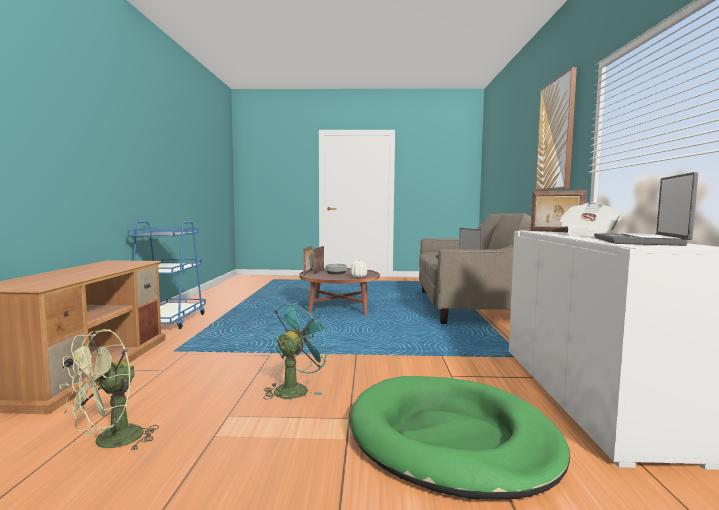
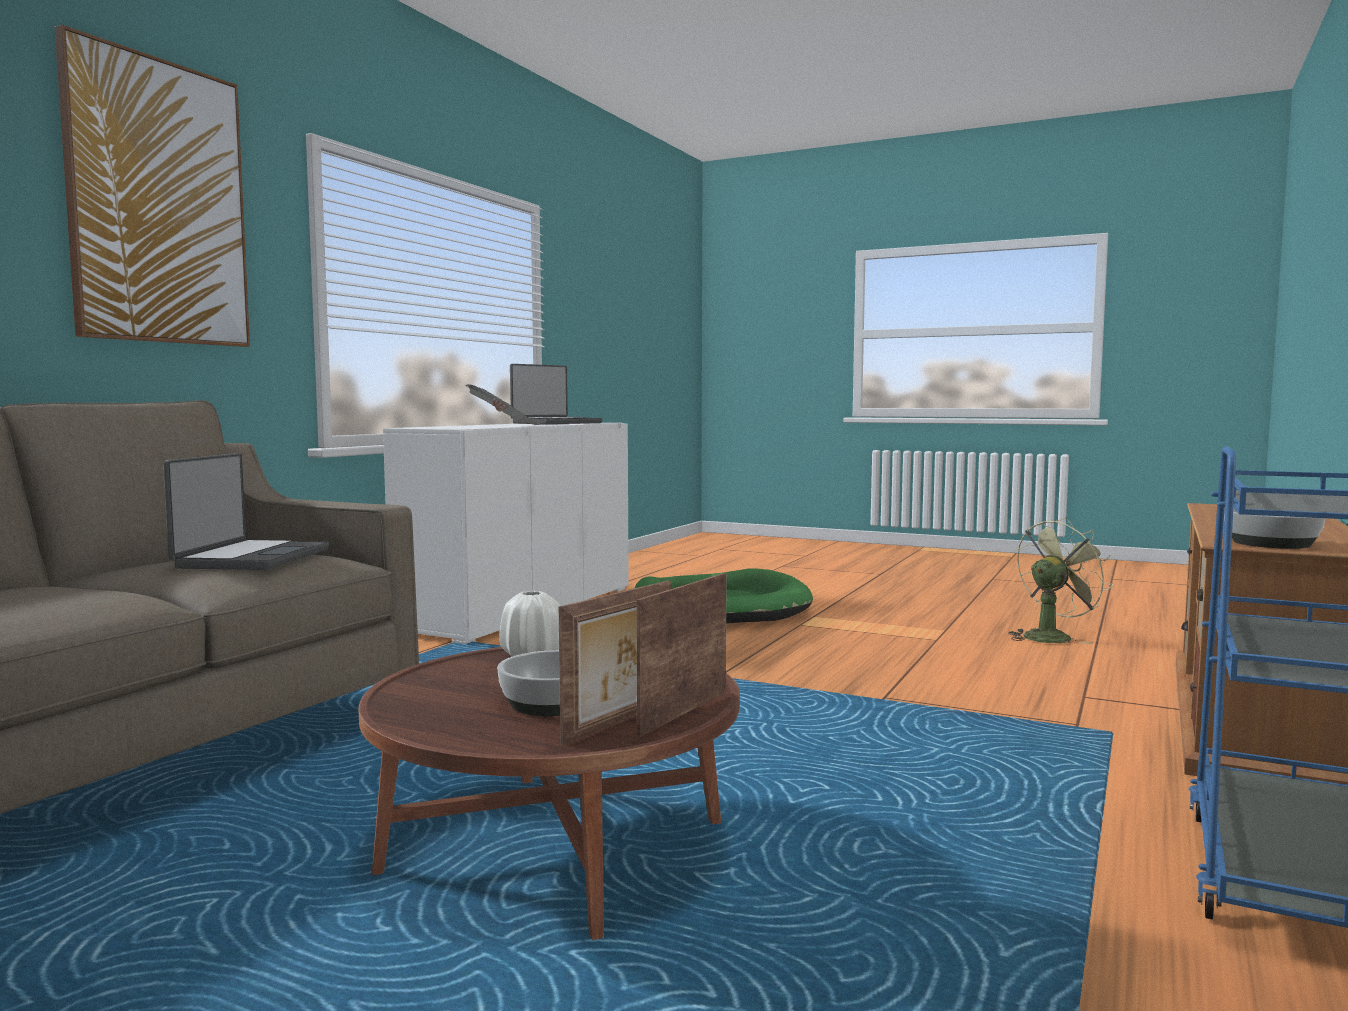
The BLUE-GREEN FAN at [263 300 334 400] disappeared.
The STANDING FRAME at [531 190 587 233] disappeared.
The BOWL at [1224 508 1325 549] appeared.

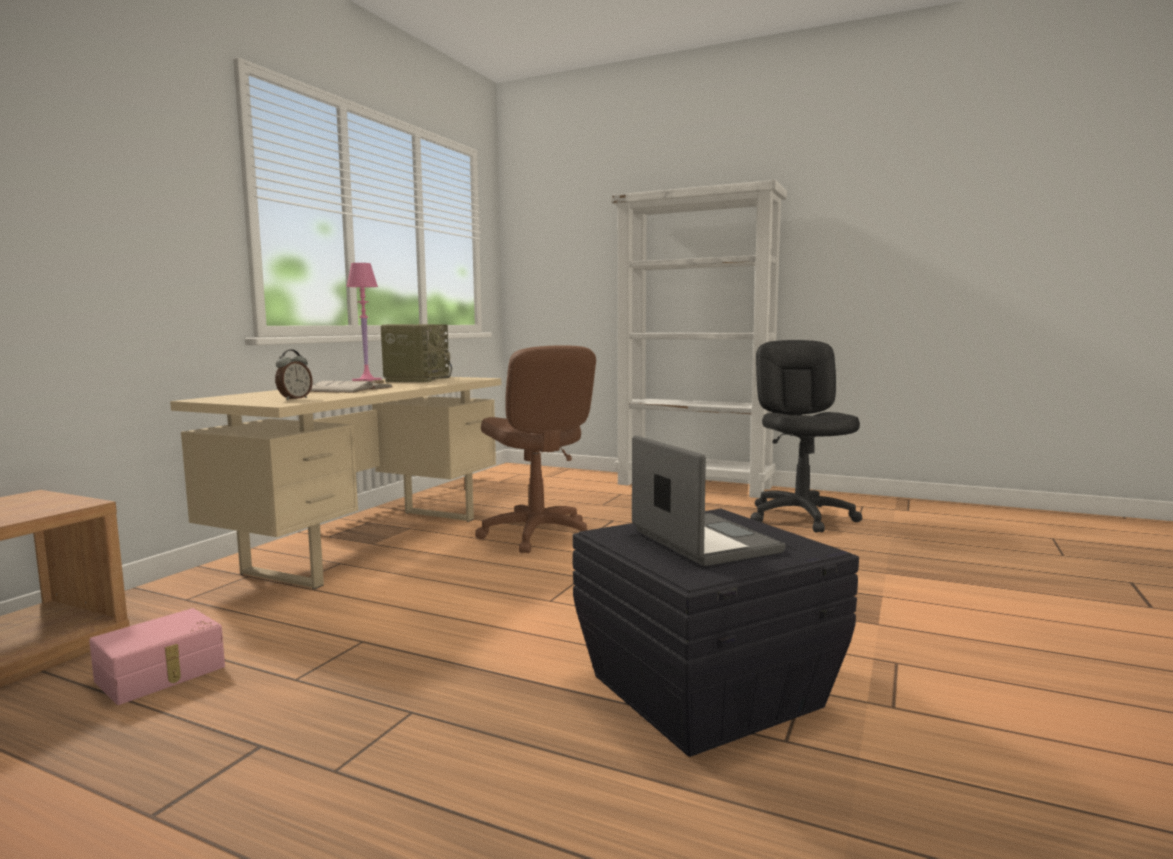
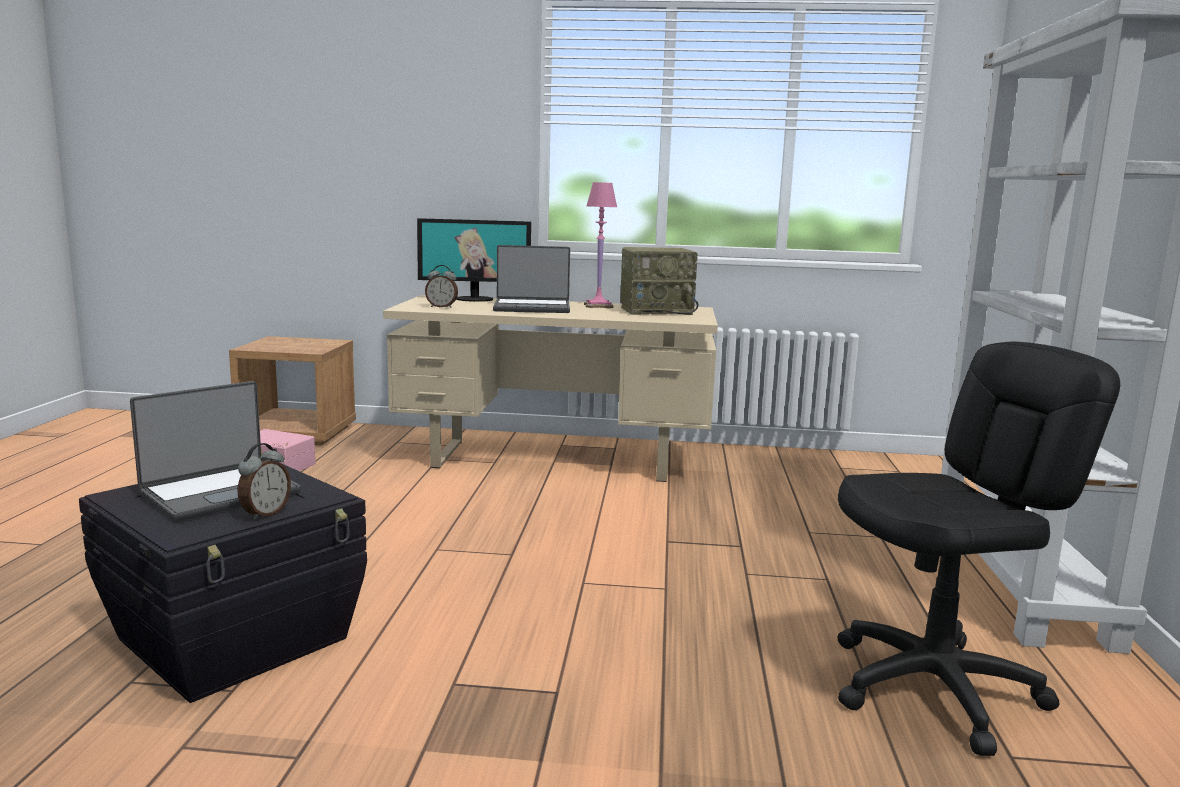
The WHITE BOOK at [310 381 392 393] was replaced by the NOTEBOOK COMPUTER at [493 245 570 313].
The BROWNISH OFFICE CHAIR at [475 345 596 553] disappeared.
The ALARM CLOCK at [238 443 291 520] appeared.
The COMPUTER DISPLAY at [417 218 531 302] appeared.

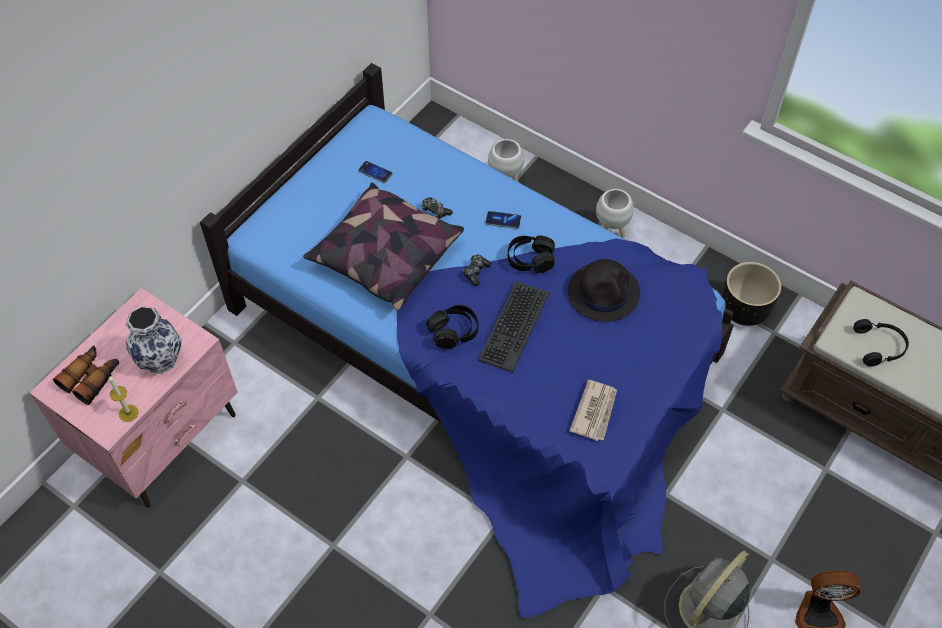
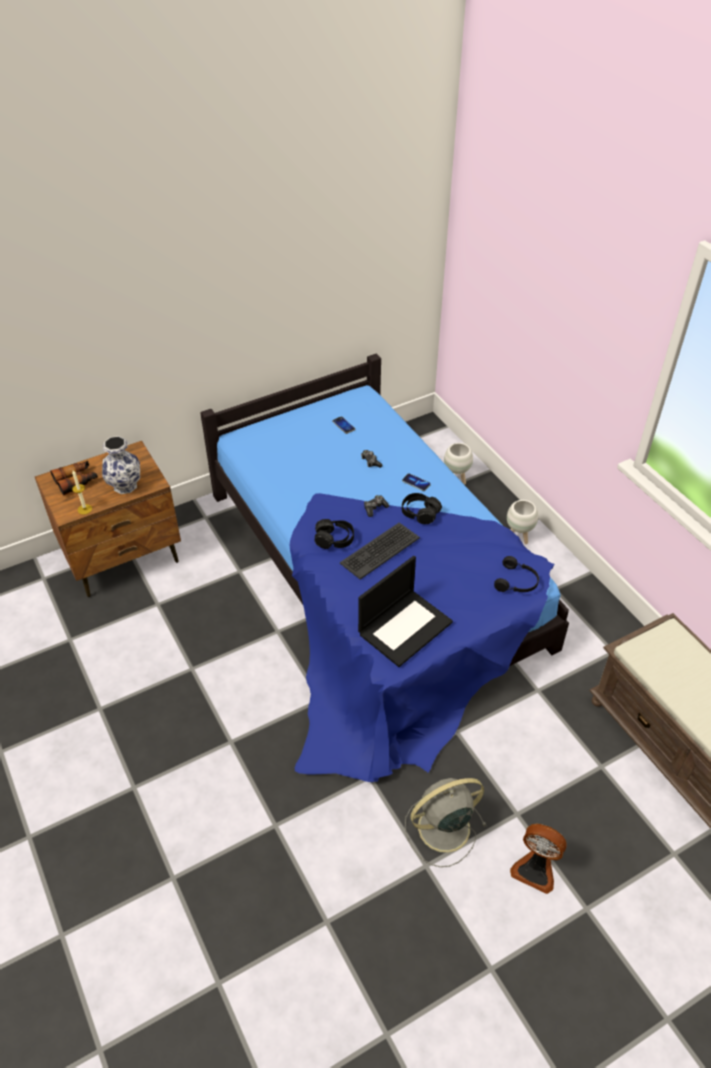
The PINKISH BEDSIDE TABLE at [29 288 238 508] became the BROWNISH BEDSIDE TABLE at [35 441 181 597].
The THROW PILLOW at [303 182 464 311] disappeared.
The BLACK-COLOURED WEARABLE HAT at [568 259 640 322] disappeared.
The PRINTED PAPER at [569 380 617 441] was replaced by the NOTEBOOK COMPUTER at [358 556 453 667].
The BLACK-COLOURED FLOWER POT at [722 262 781 326] disappeared.
The BLACK-COLOURED HEADPHONES moved from [853 319 909 367] to [494 556 539 592].

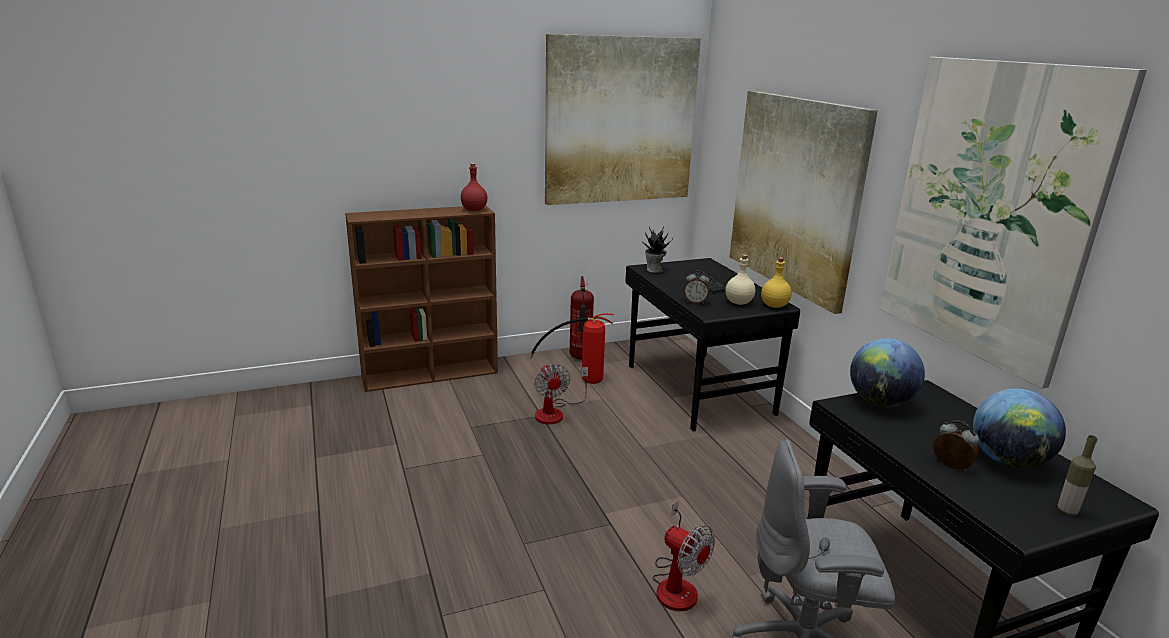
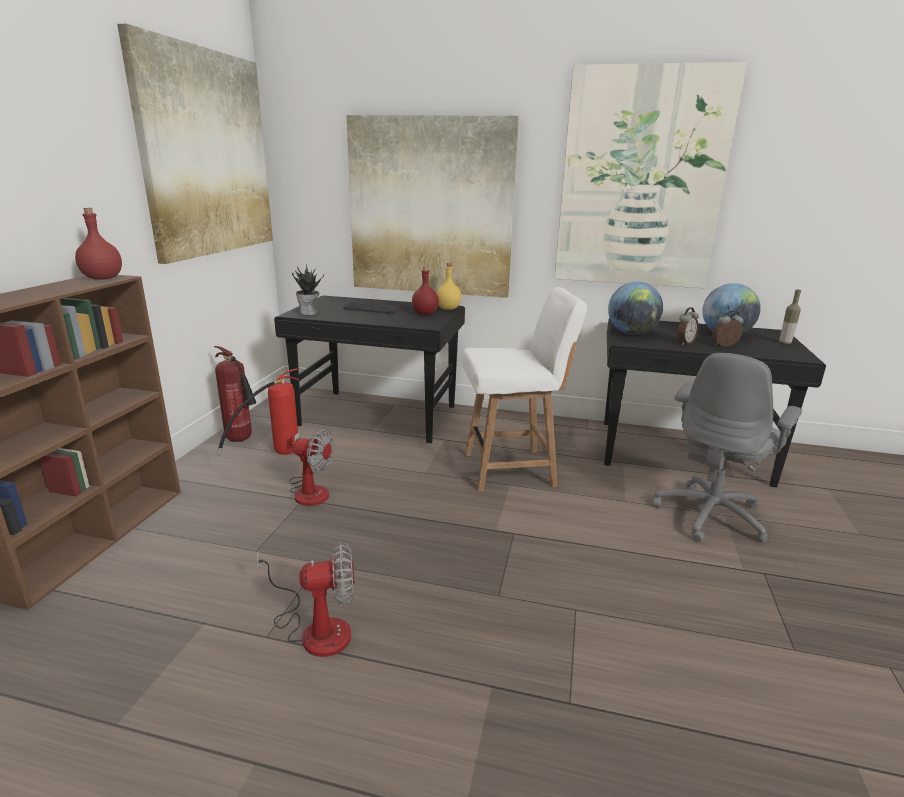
The FAN moved from [653 500 715 611] to [256 542 355 657].
The ALARM CLOCK moved from [684 270 710 304] to [678 307 699 345].
The SAND-COLOURED BOTTLE at [726 254 755 305] became the RED-COLOURED BOTTLE at [412 266 439 315].
The WHITE UPRIGHT CHAIR at [462 287 587 492] appeared.

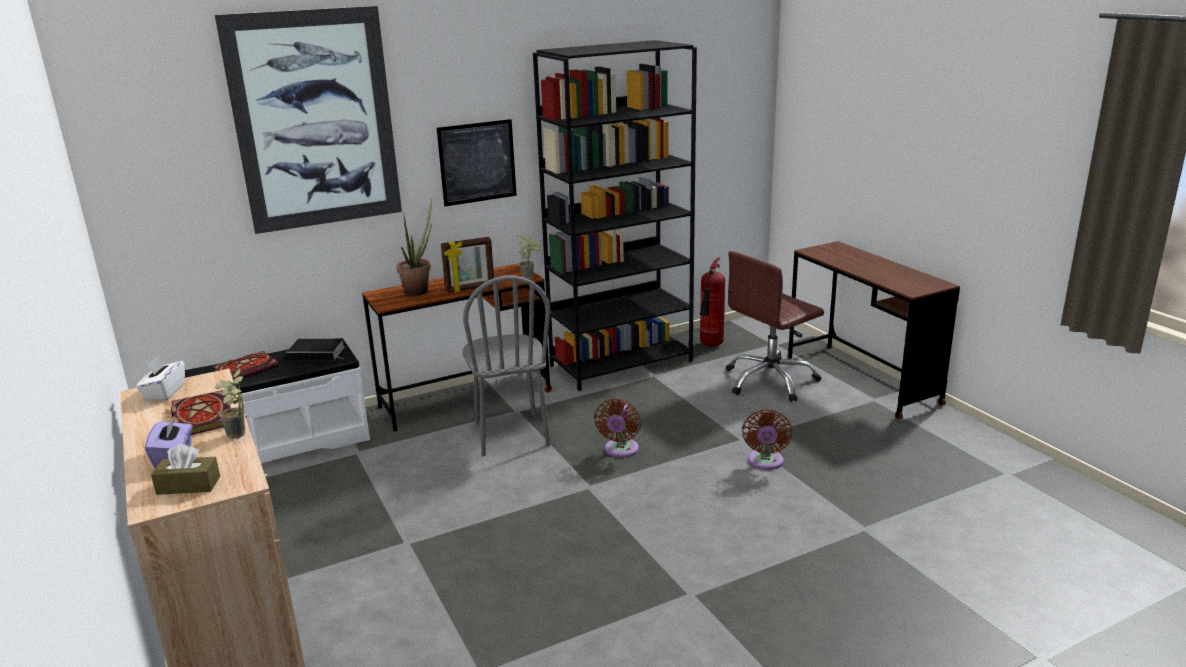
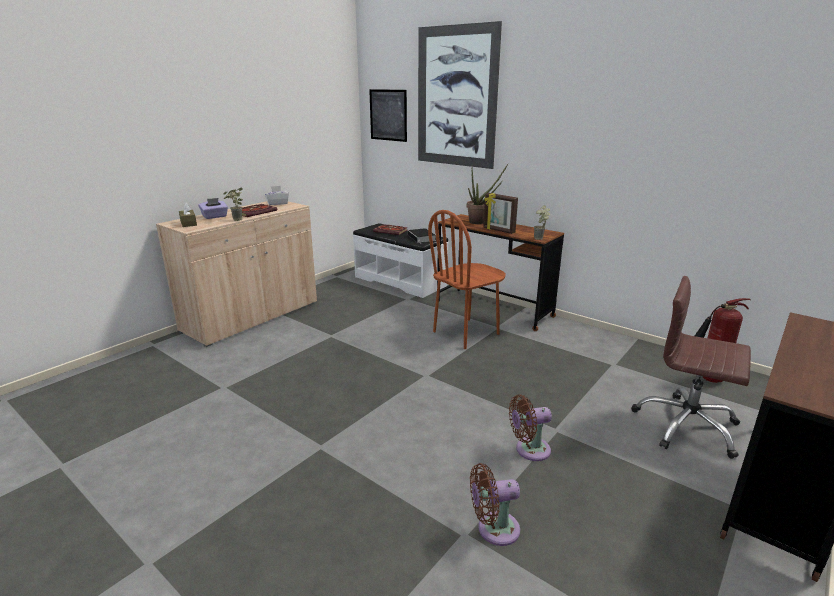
The PICTURE moved from [437 119 517 206] to [369 89 407 142].
The GRAY UPRIGHT CHAIR at [462 275 551 456] became the BROWNISH UPRIGHT CHAIR at [428 210 506 349].
The BLACK-COLOURED SHELVING UNIT at [533 40 697 391] disappeared.
The BROWNISH FAN moved from [594 398 641 458] to [470 463 520 546].

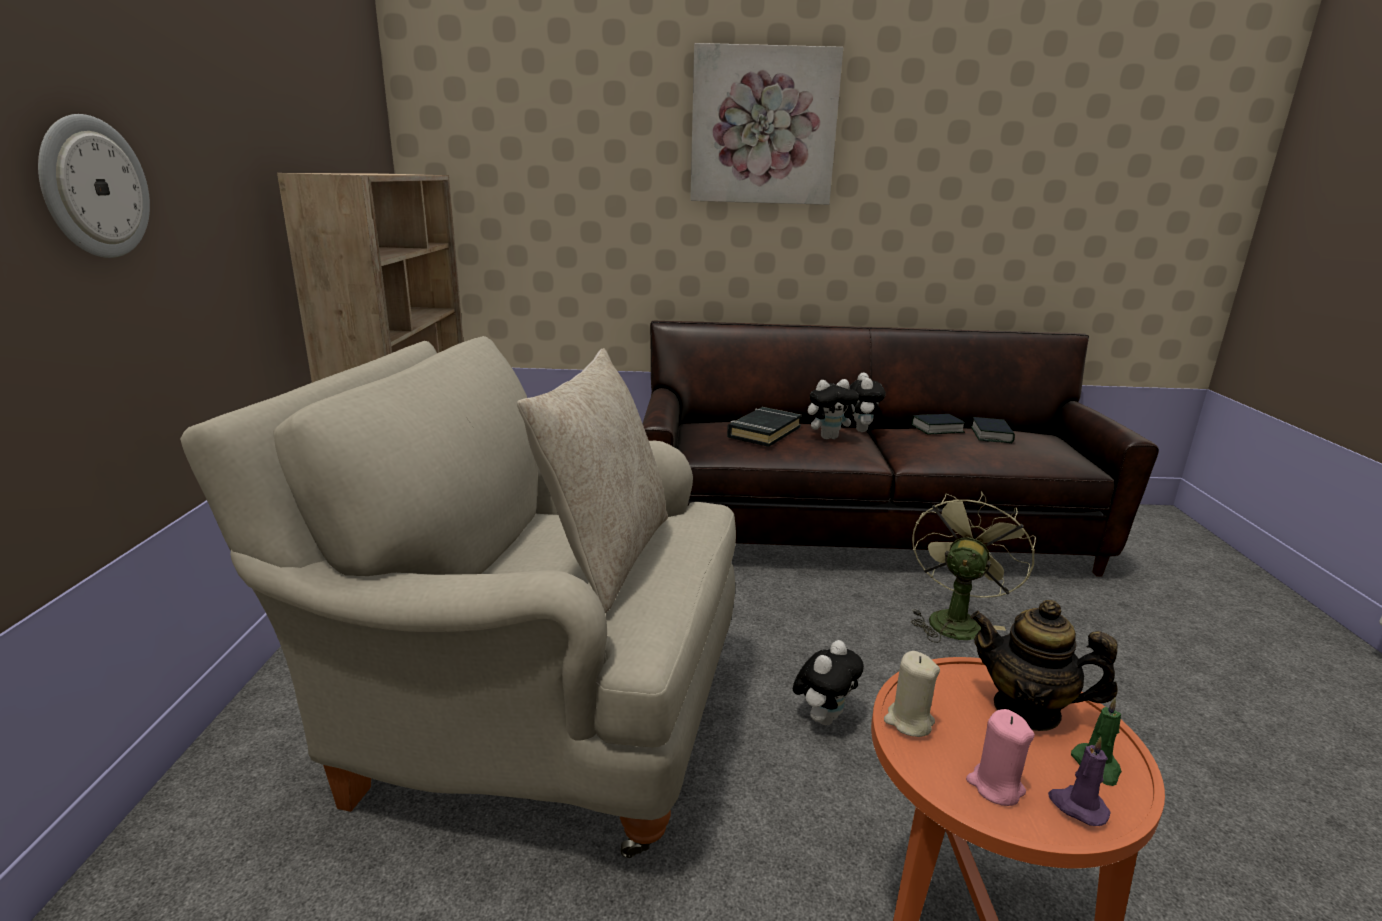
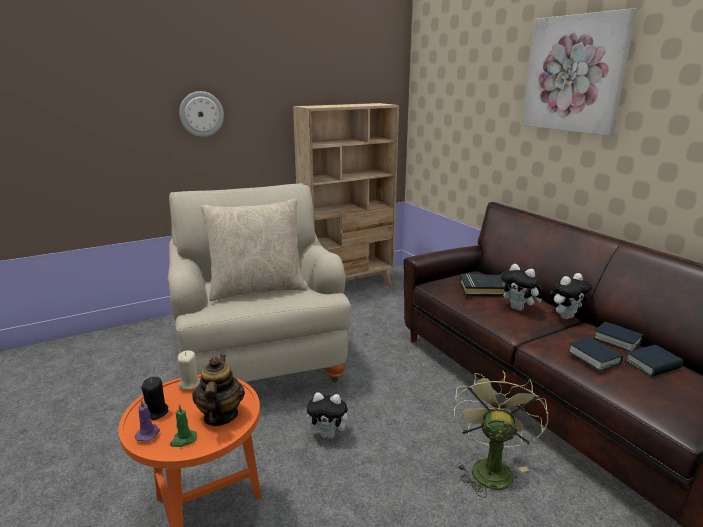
The GREEN-COLOURED FAN at [911 491 1036 643] turned 75 degrees counterclockwise.
The PINKISH WAX LIGHT at [966 709 1035 806] became the BLACK-COLOURED WAX LIGHT at [141 377 168 420].
The BOOK at [568 337 623 371] appeared.

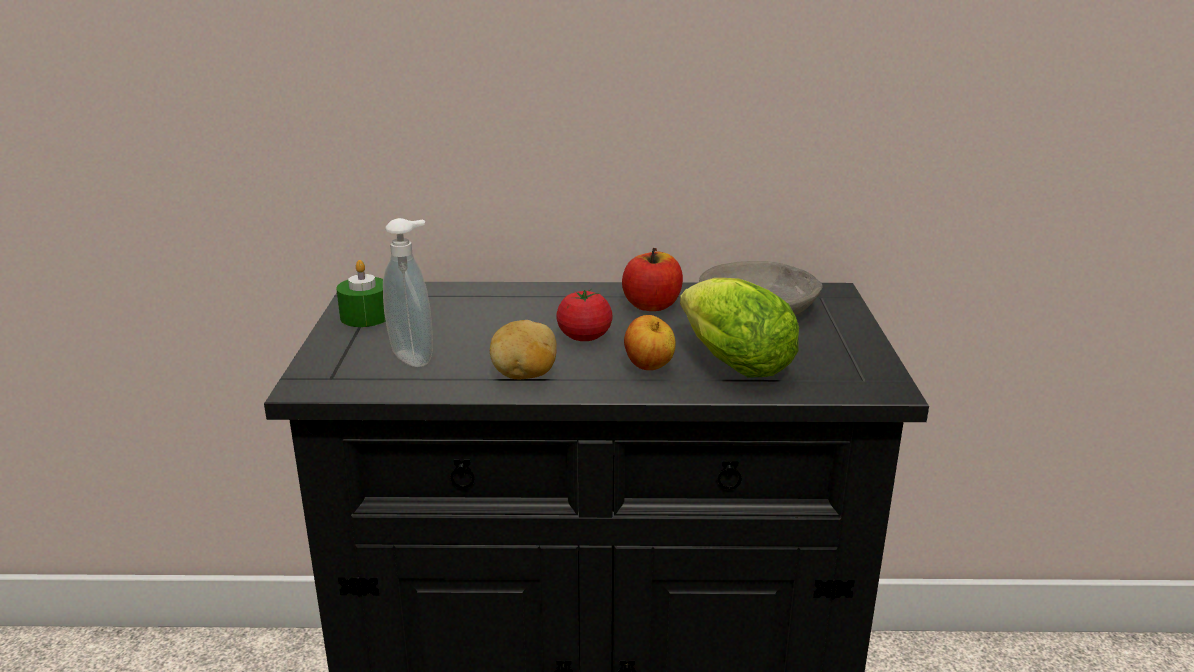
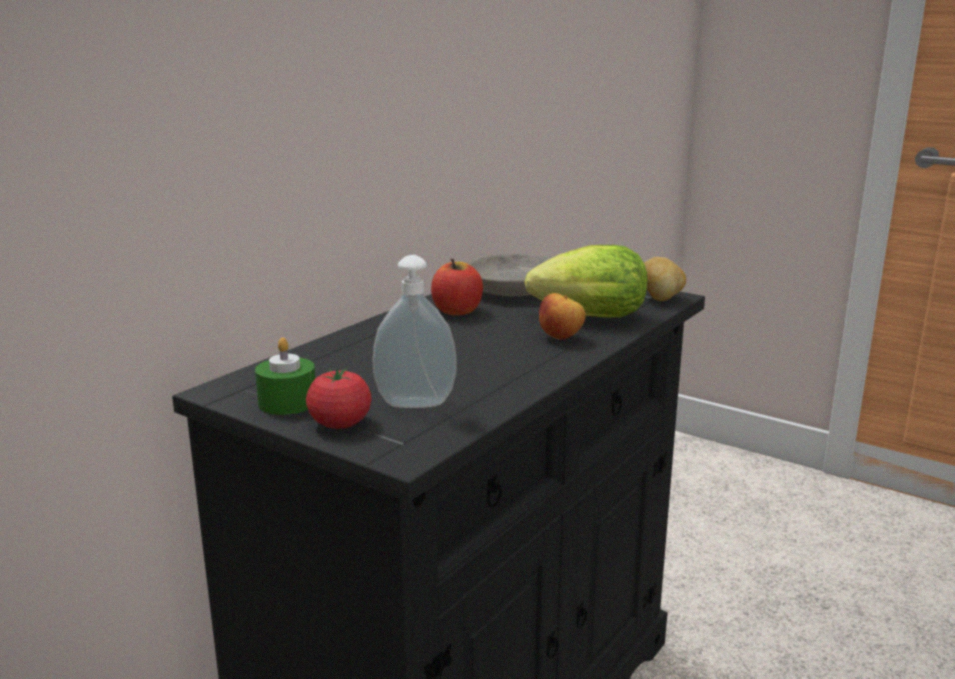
The POTATO moved from [490 320 557 379] to [644 257 686 301].
The FRESH TOMATO moved from [556 289 613 341] to [306 368 372 429].

